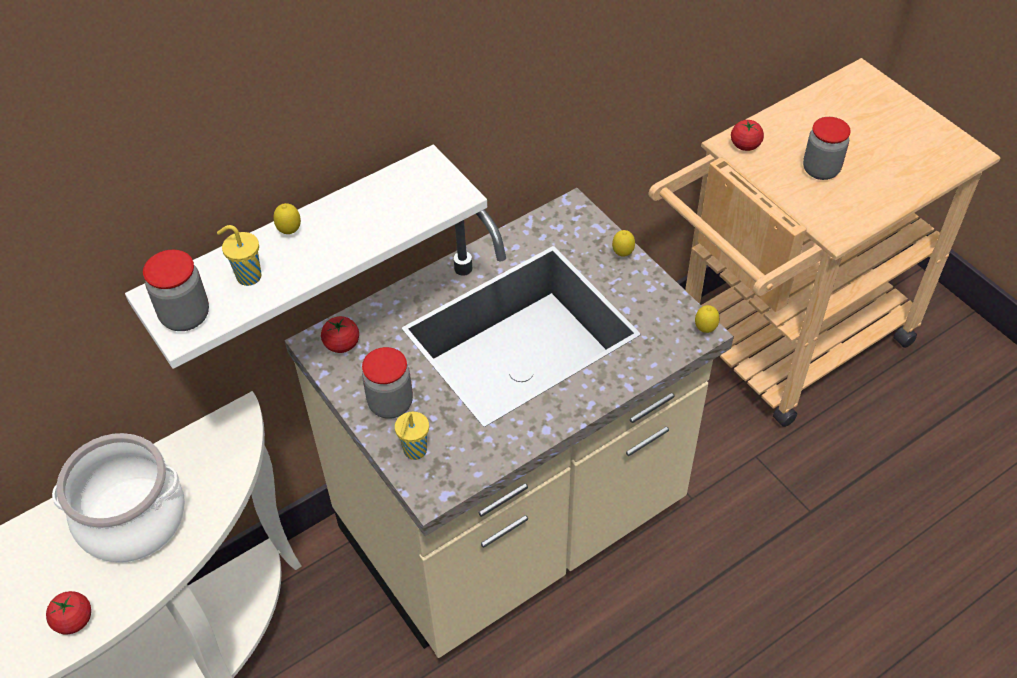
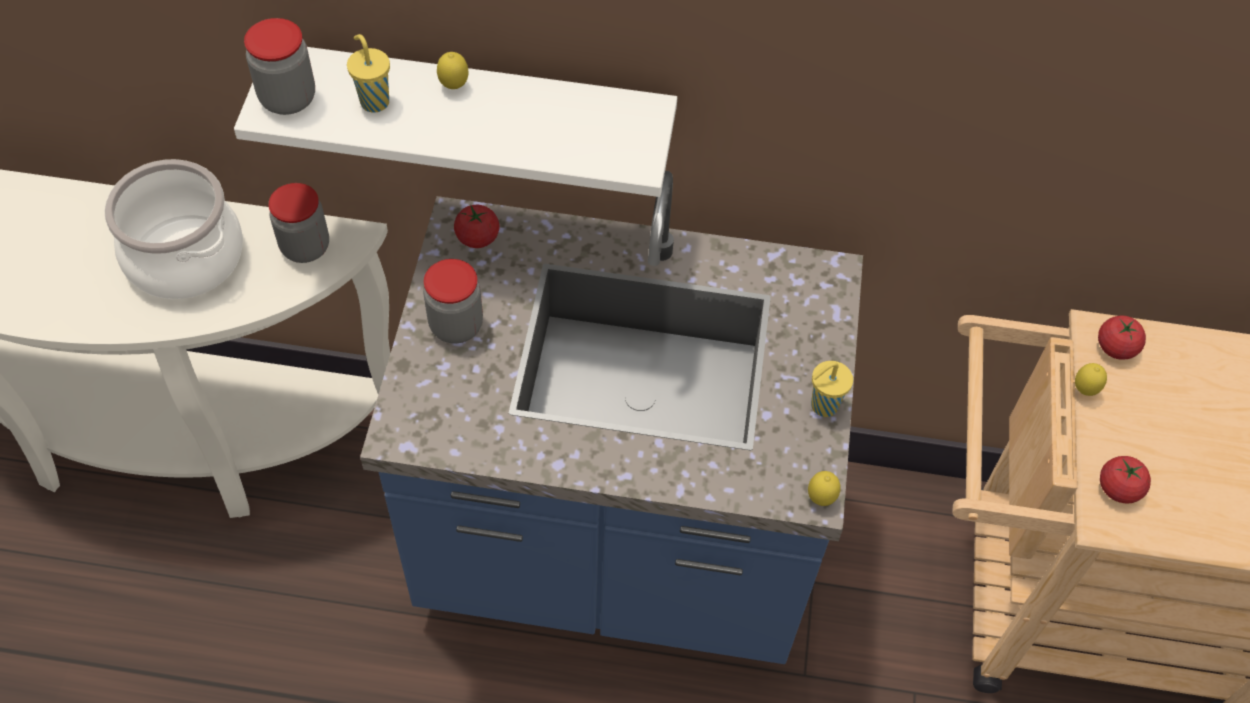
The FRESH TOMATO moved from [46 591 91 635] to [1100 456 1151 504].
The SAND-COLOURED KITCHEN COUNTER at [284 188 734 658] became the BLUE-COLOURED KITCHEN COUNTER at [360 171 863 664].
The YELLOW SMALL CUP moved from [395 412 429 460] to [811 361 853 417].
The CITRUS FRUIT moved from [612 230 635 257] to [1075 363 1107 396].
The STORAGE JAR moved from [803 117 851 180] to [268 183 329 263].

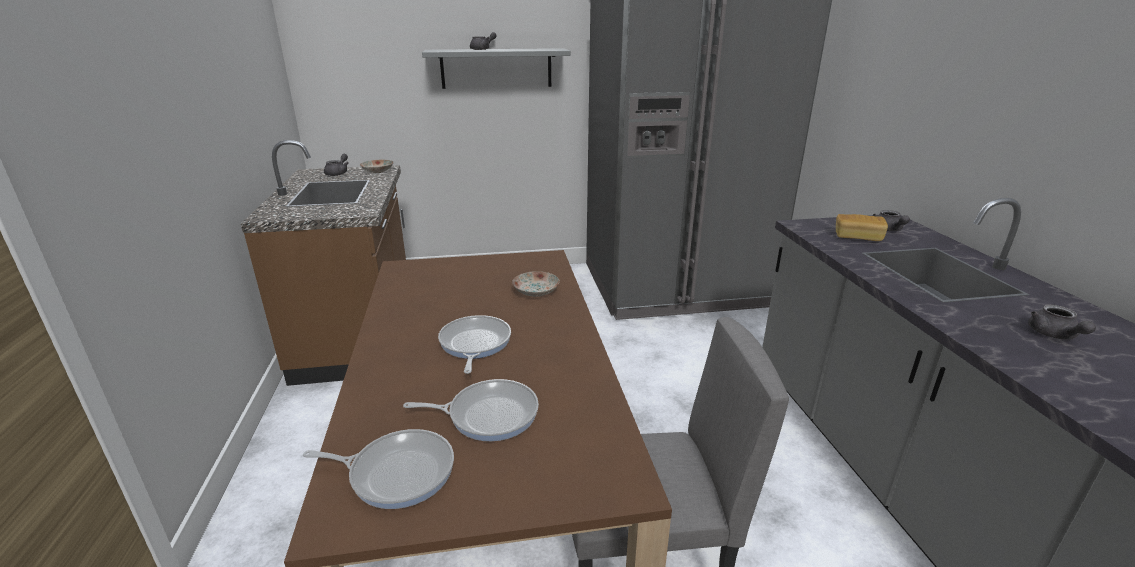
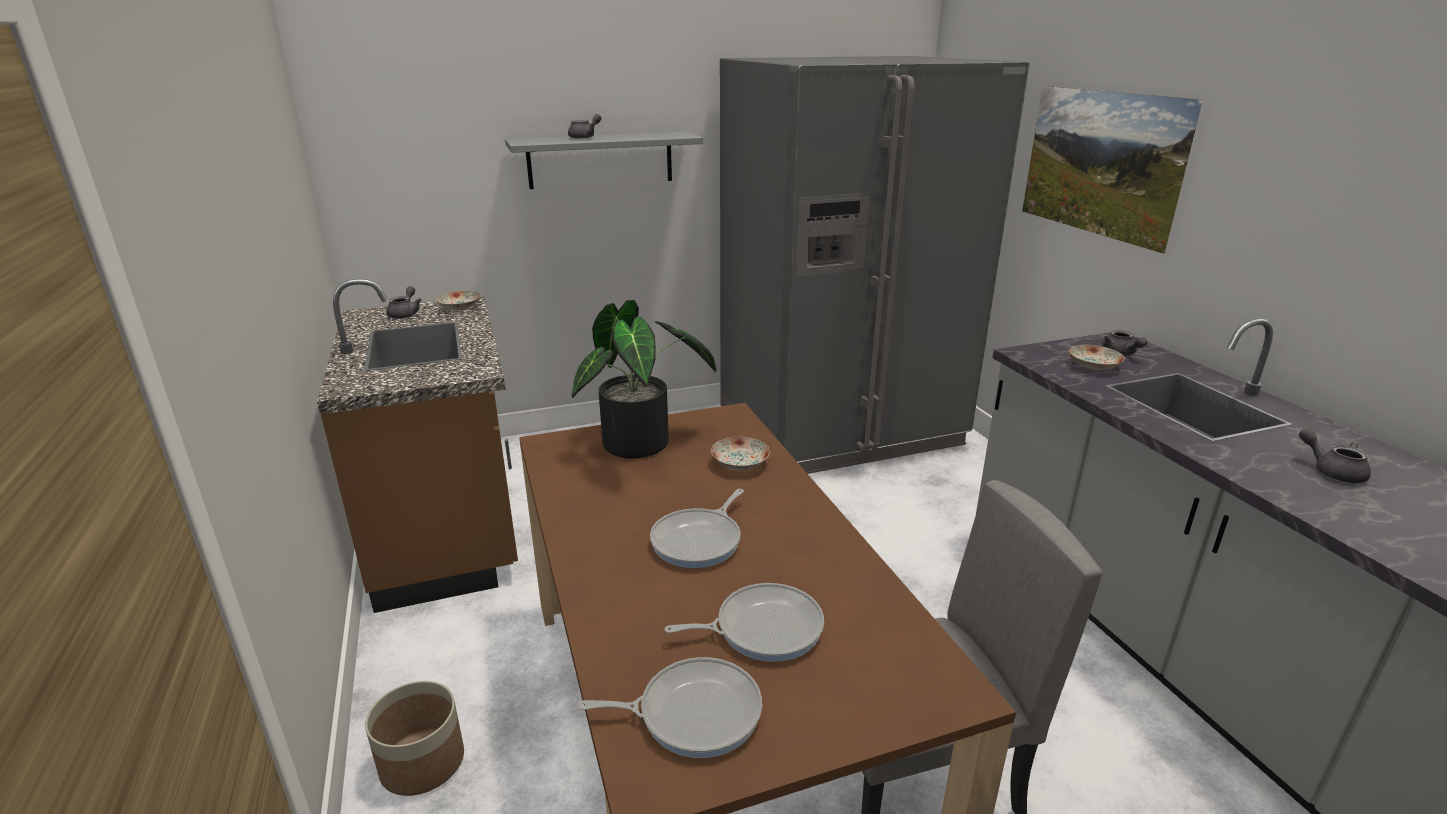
The FRYING PAN at [438 315 511 374] turned 135 degrees counterclockwise.
The BAKERY BREAD at [836 214 888 241] was replaced by the FLAT DISH at [1069 345 1125 371].
The GRAY TEAPOT at [1028 305 1096 340] turned 150 degrees clockwise.
The FLOWER POT at [365 681 464 796] appeared.
The PLANT IN A POT at [572 299 717 459] appeared.
The PICTURE at [1022 86 1203 254] appeared.

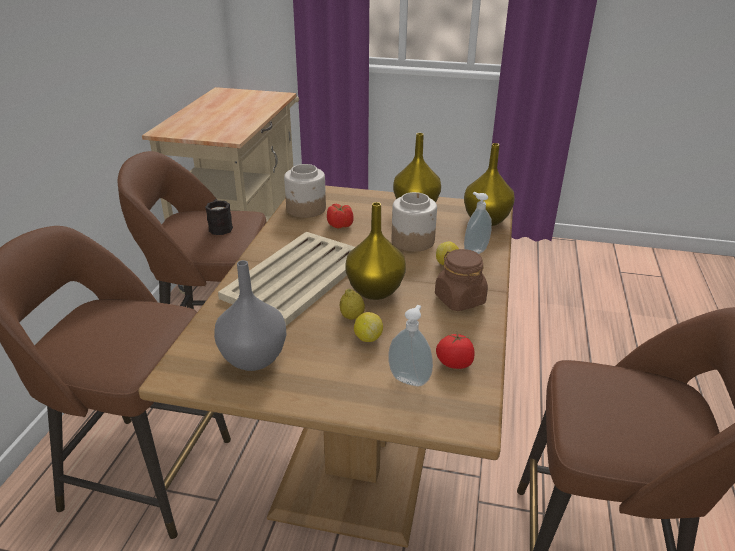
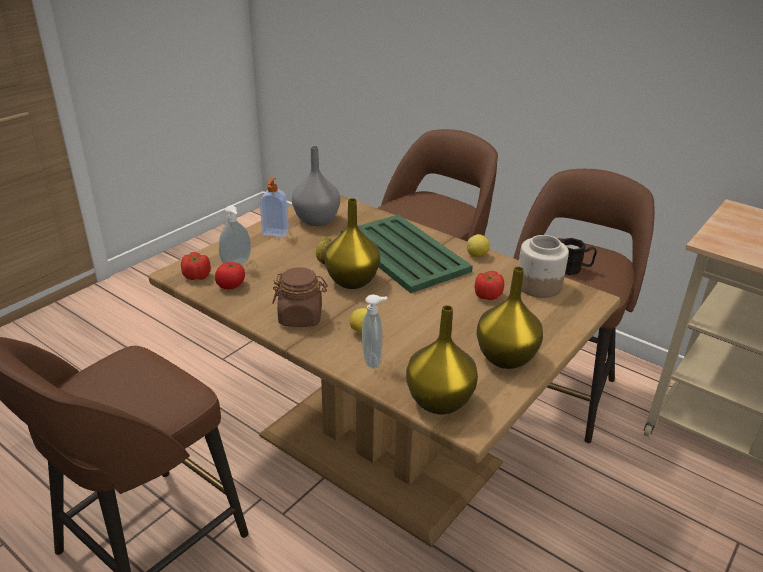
The SAND-COLOURED TRAY at [218 232 355 326] became the GREEN-COLOURED TRAY at [341 214 473 293].
The CITRUS FRUIT moved from [354 312 383 342] to [467 234 490 257].
The STORAGE JAR at [392 192 437 252] disappeared.
The FRESH TOMATO at [181 252 211 280] appeared.
The SOAP BOTTLE at [260 178 289 237] appeared.

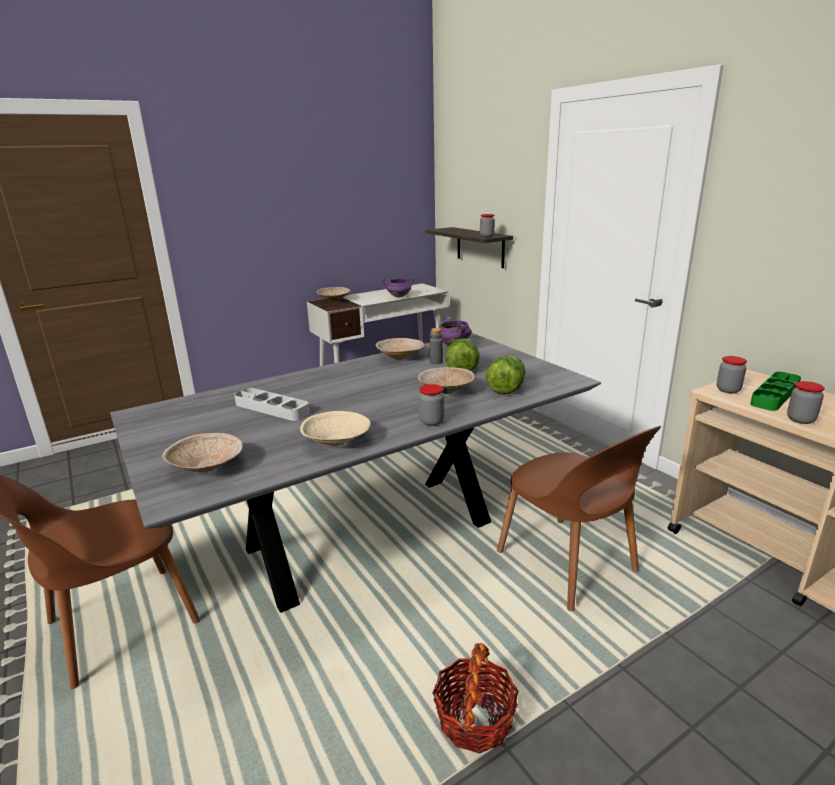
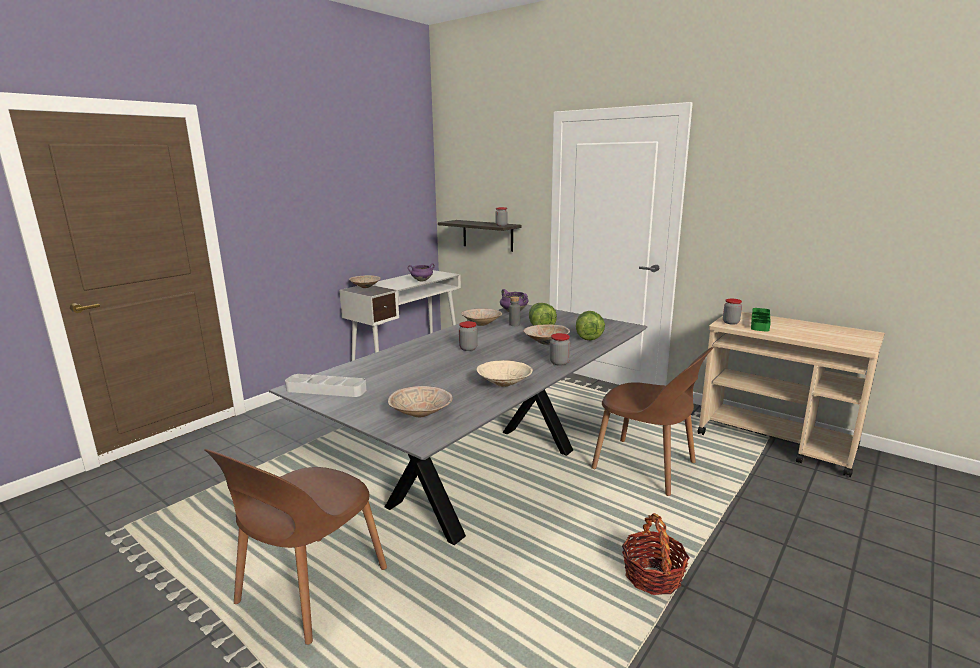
The GRAY TRAY moved from [234 388 309 421] to [285 374 367 397].
The STORAGE JAR moved from [787 381 825 424] to [459 321 478 351].

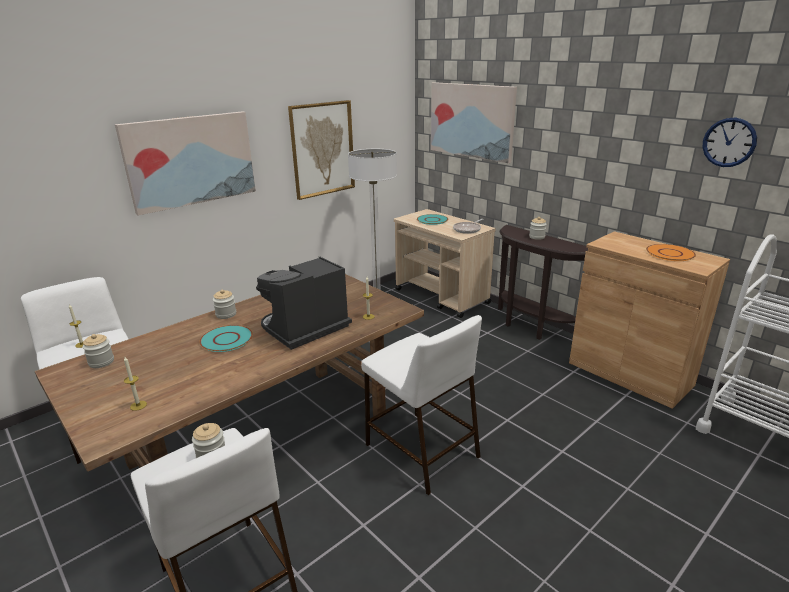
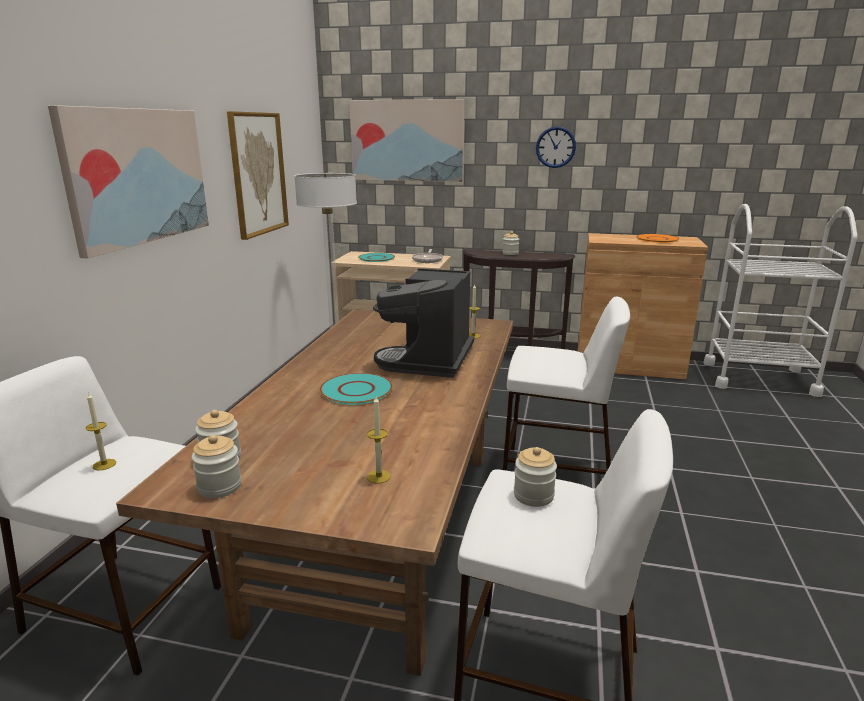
The STORAGE JAR moved from [213 290 236 319] to [192 435 242 498].
The WALL CLOCK moved from [702 117 757 167] to [536 126 576 168].

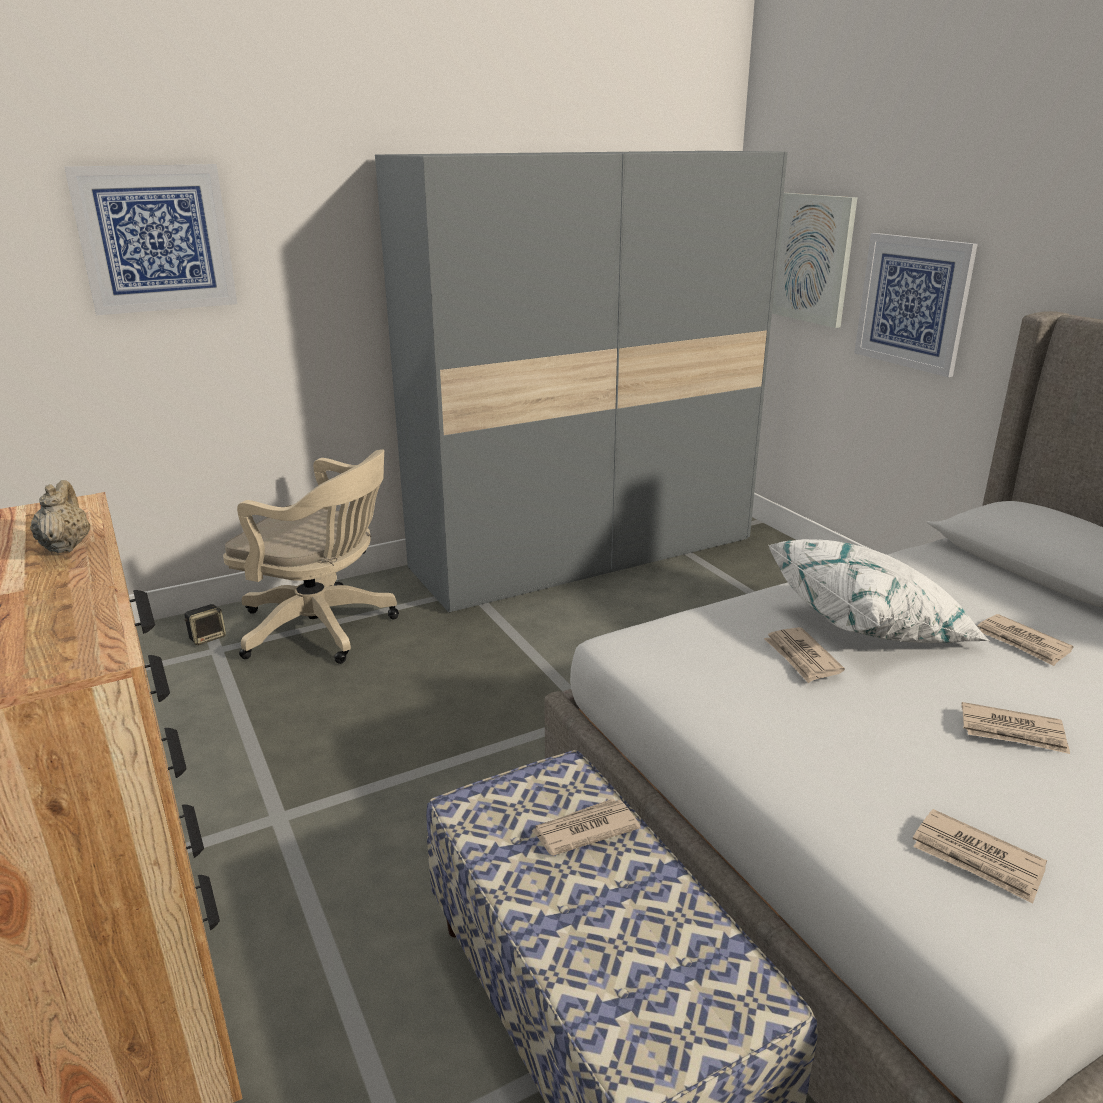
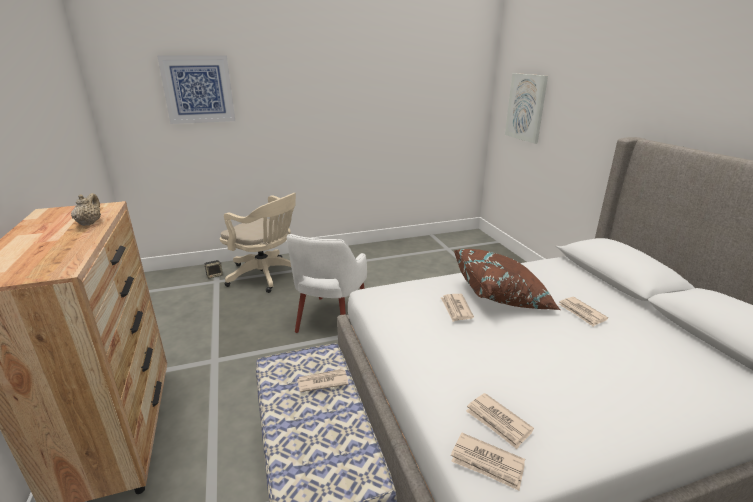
The GRAY WARDROBE at [375 151 788 613] disappeared.
The WHITE THROW PILLOW at [768 539 990 643] became the BROWNISH THROW PILLOW at [454 249 560 310].
The PICTURE at [854 233 978 377] disappeared.
The PRINTED PAPER moved from [961 702 1070 754] to [451 433 525 491].
The WHITE ARMCHAIR at [287 234 367 333] appeared.

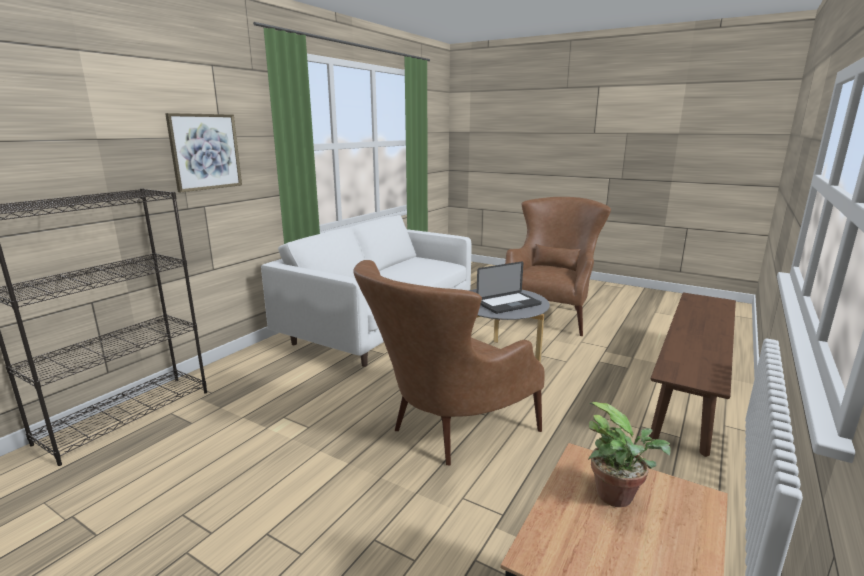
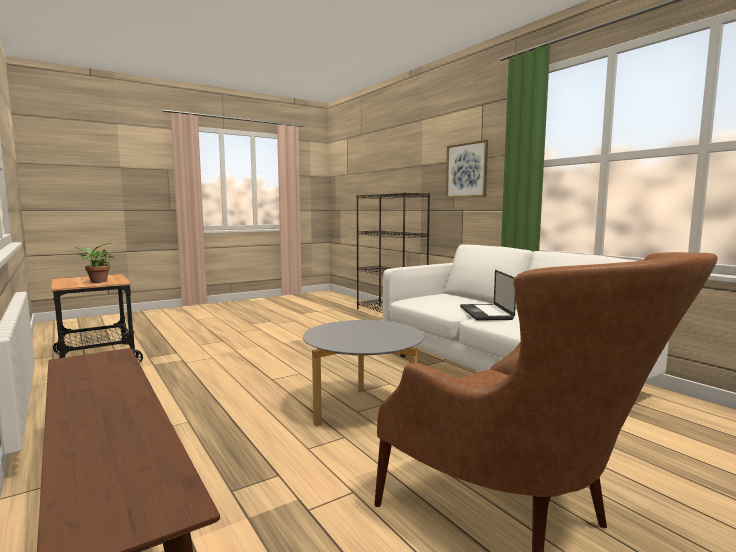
The BROWNISH ARMCHAIR at [353 260 545 465] disappeared.
The NOTEBOOK COMPUTER moved from [477 262 542 314] to [460 270 516 321].

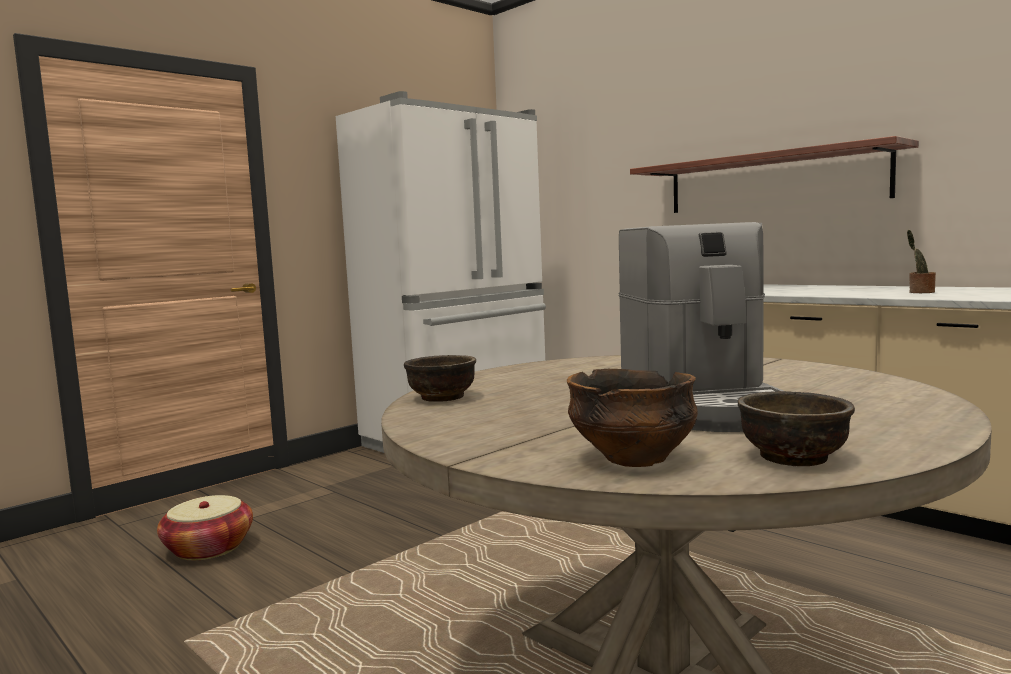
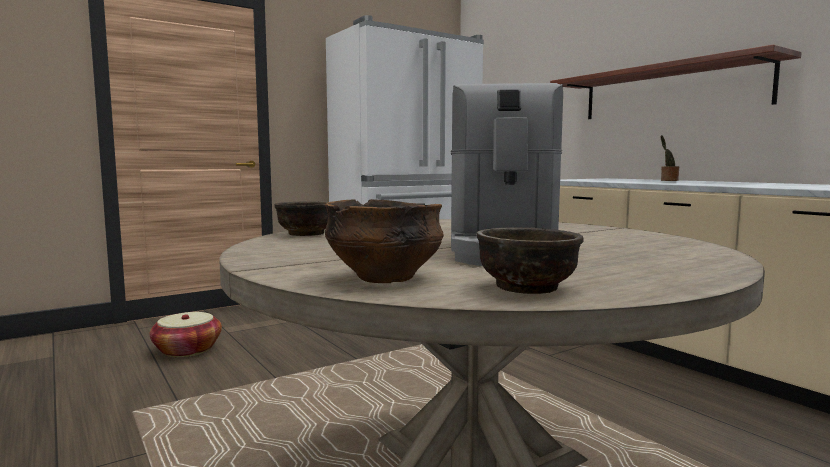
The PLANT IN A POT moved from [907 230 936 293] to [661 135 679 181].

